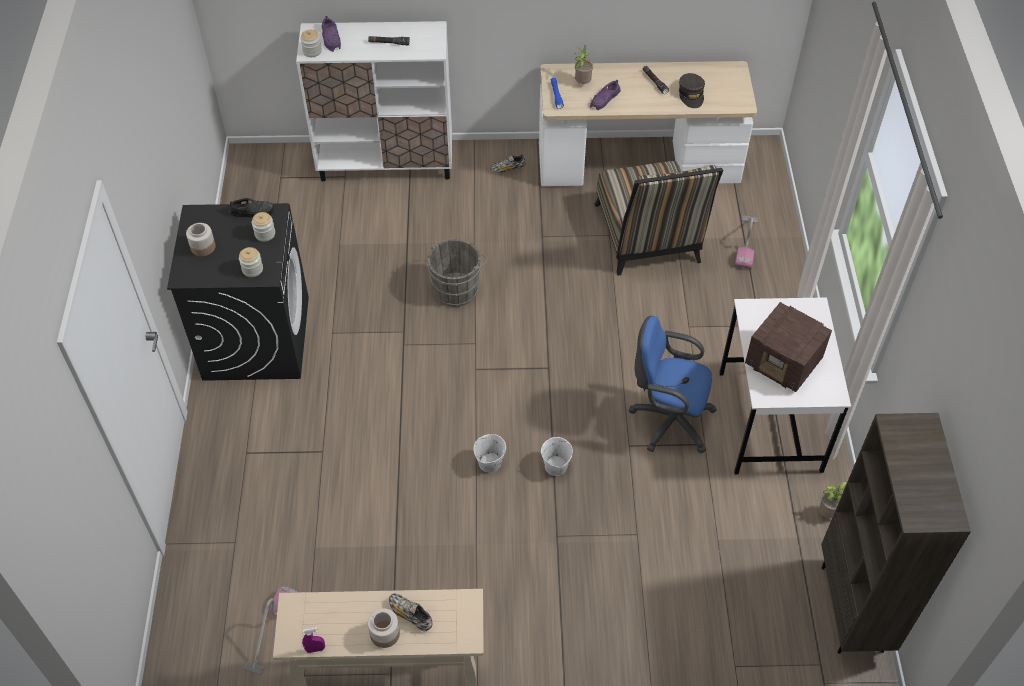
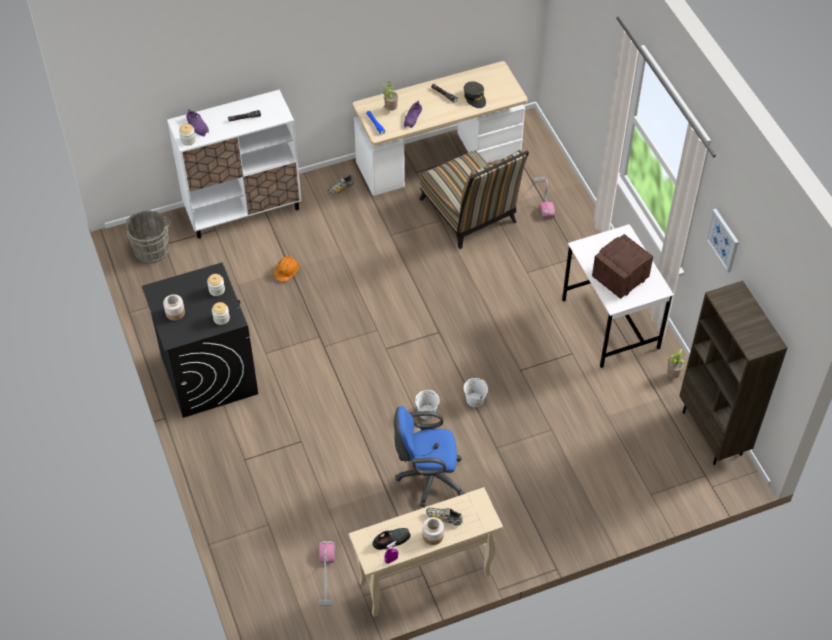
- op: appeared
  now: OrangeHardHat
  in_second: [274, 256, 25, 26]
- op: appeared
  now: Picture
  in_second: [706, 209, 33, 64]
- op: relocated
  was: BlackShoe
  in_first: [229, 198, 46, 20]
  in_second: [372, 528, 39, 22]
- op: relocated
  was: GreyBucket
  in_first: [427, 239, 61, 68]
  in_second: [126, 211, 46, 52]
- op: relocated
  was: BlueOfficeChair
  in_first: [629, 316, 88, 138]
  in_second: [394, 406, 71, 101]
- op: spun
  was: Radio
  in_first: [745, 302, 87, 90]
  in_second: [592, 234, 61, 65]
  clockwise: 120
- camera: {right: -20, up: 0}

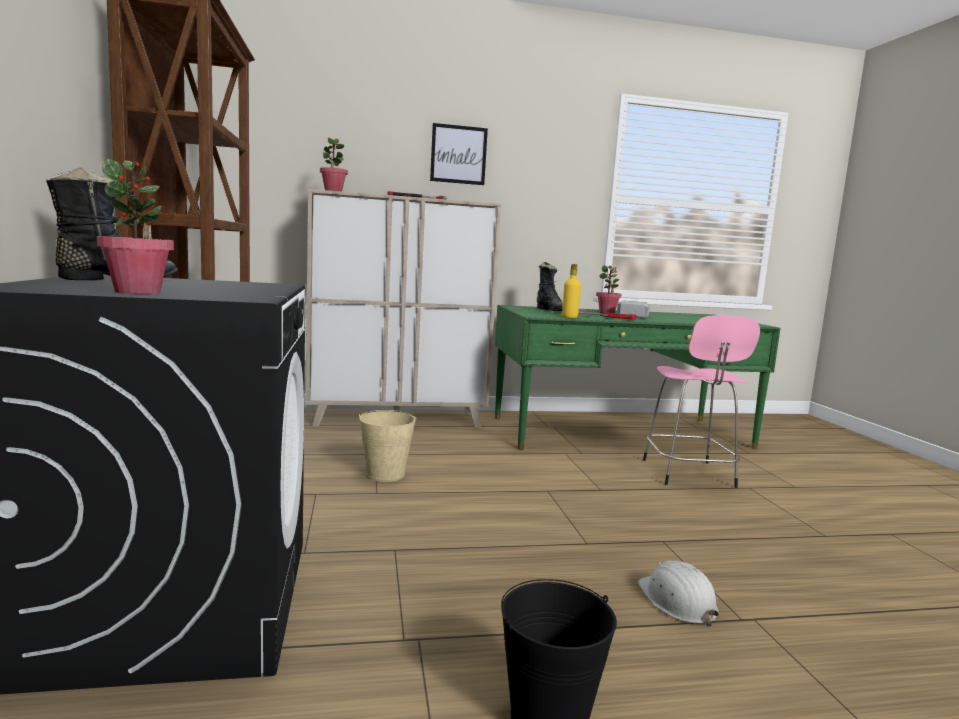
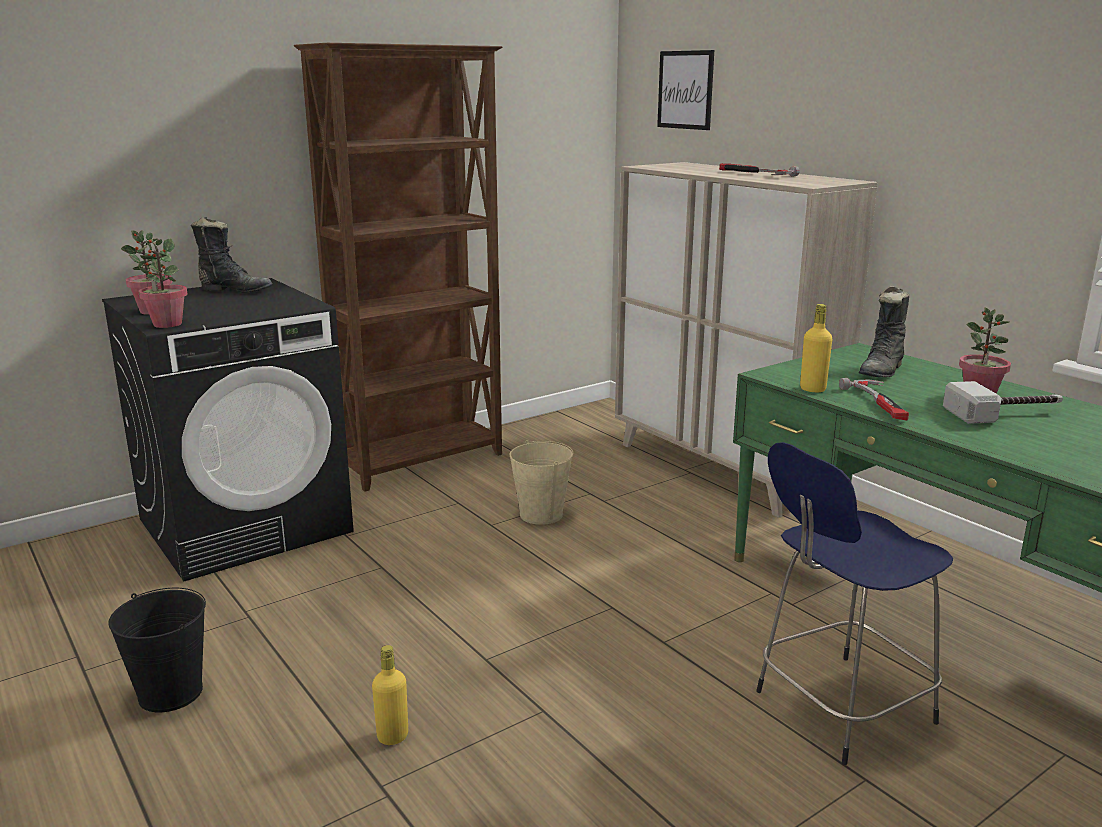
- op: relocated
  was: PottedPlant
  in_first: [320, 138, 28, 53]
  in_second: [138, 239, 49, 89]
- op: relocated
  was: Picture
  in_first: [430, 123, 58, 62]
  in_second: [657, 50, 57, 80]
- op: exchanged
  was: WhiteHardHat
  now: YellowBottle
  in_first: [638, 561, 81, 65]
  in_second: [372, 645, 36, 100]
- op: colour
  was: PinkStool
  now: BlueStool
  in_first: [643, 315, 117, 173]
  in_second: [756, 442, 197, 323]
- camera: {right: 65, up: 10}

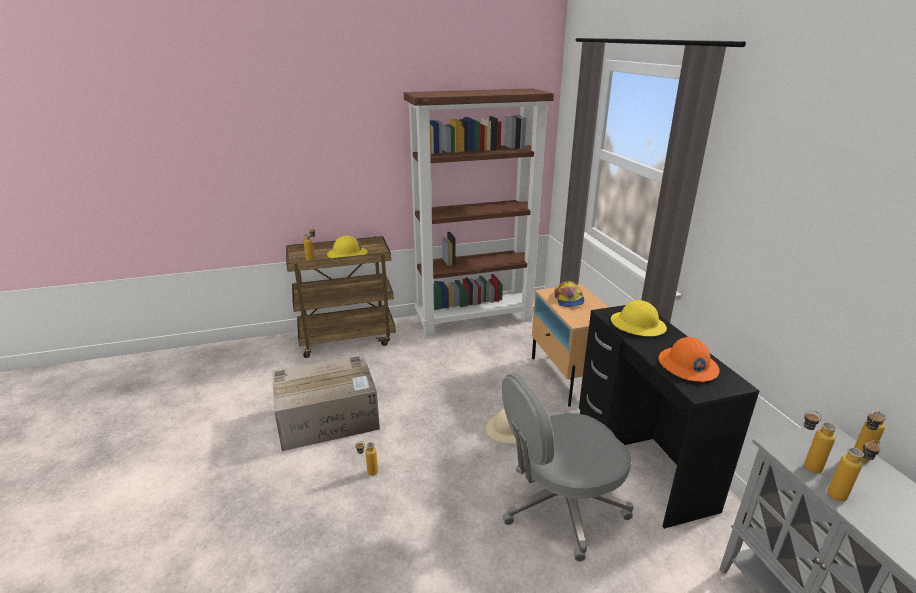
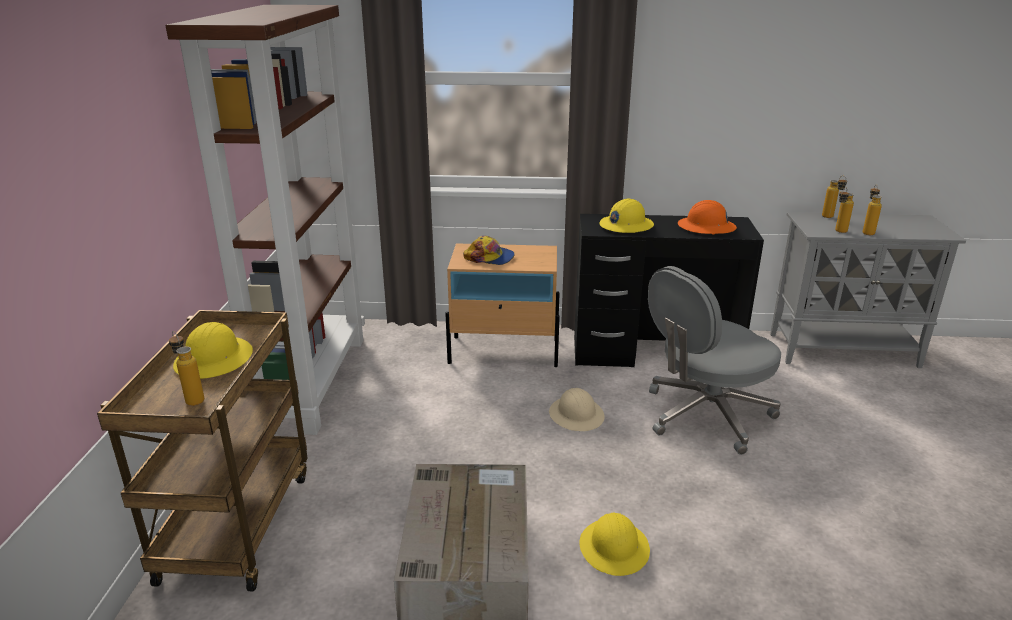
- op: exchanged
  was: Bottle
  now: YellowHardHat
  in_first: [355, 441, 23, 35]
  in_second: [579, 513, 71, 63]
- op: spun
  was: GreyOfficeChair
  in_first: [502, 373, 132, 188]
  in_second: [648, 266, 133, 189]
  clockwise: 60
- camera: {right: -70, up: 0}

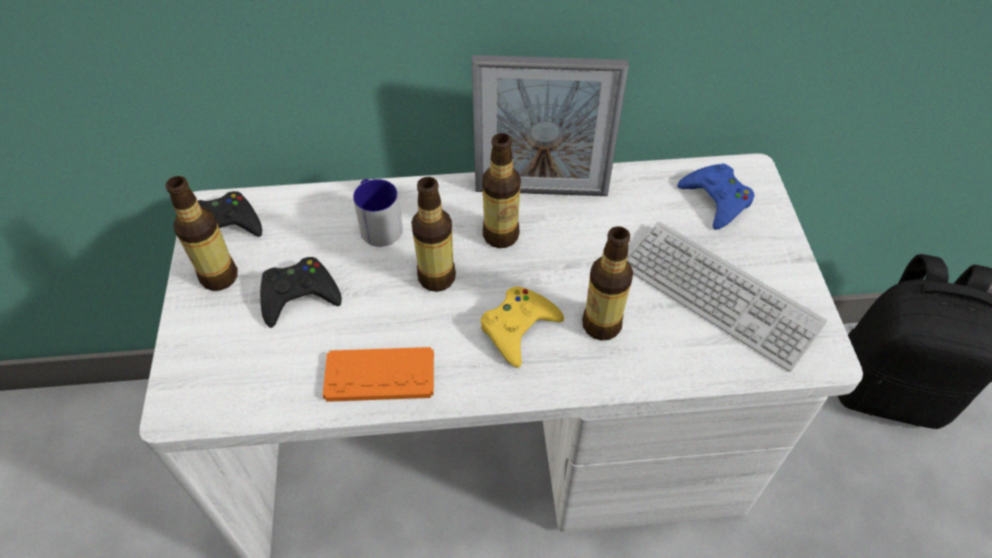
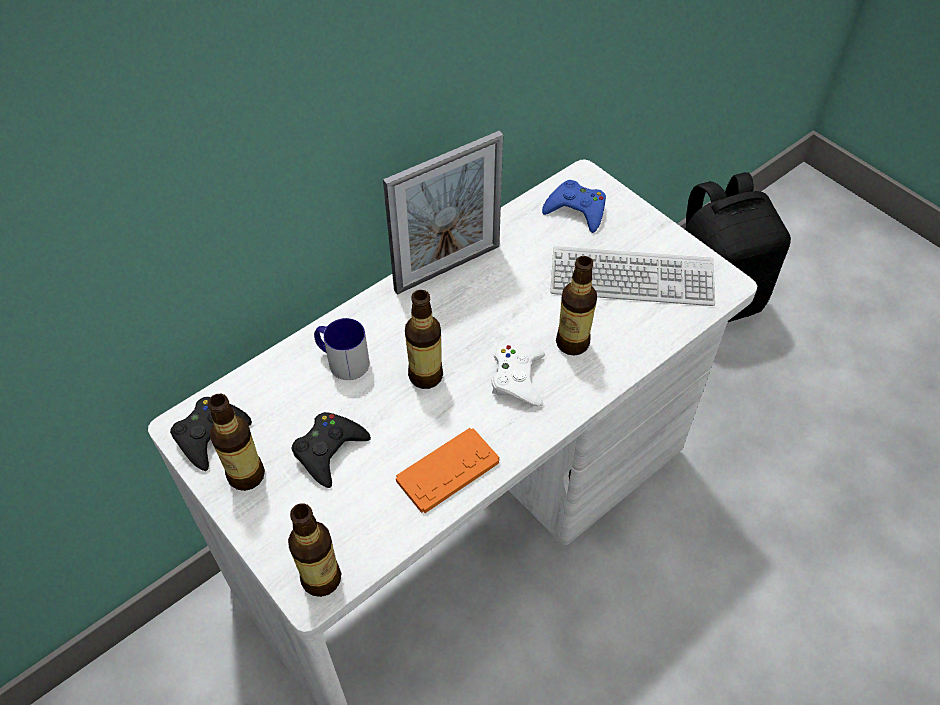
- op: relocated
  was: Bottle
  in_first: [482, 133, 39, 115]
  in_second: [288, 503, 53, 94]
- op: colour
  was: YellowGameController
  now: WhiteGameController
  in_first: [481, 286, 83, 82]
  in_second: [492, 344, 53, 63]
- camera: {right: -35, up: 0}

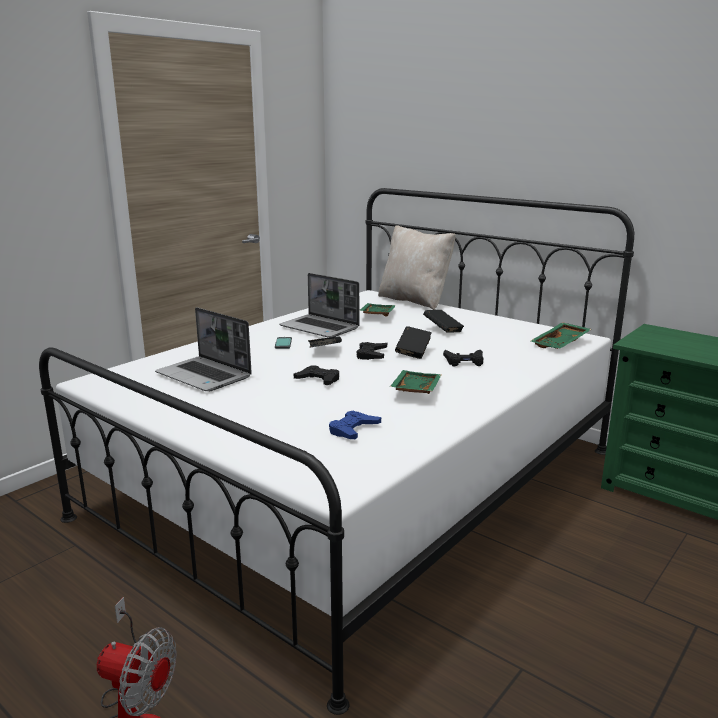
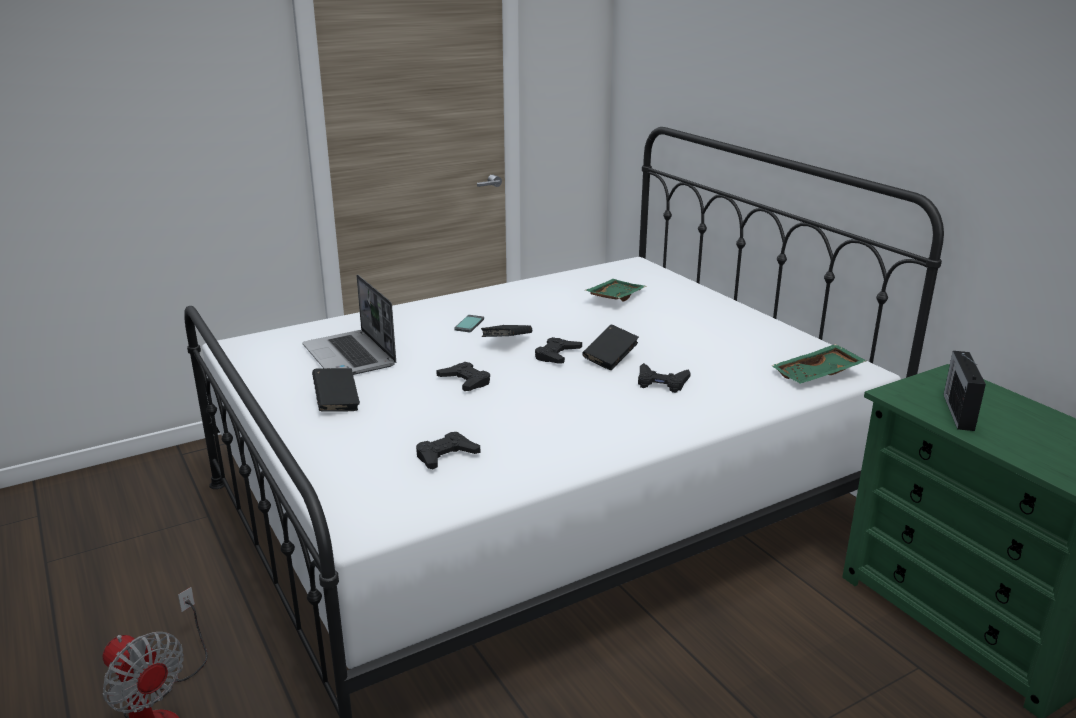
- op: missing
  was: Laptop
  in_first: [279, 273, 80, 65]
- op: missing
  was: BeigePillow
  in_first: [378, 225, 78, 85]
- op: missing
  was: GreenTray
  in_first: [390, 370, 51, 24]
- op: appeared
  now: Radio
  in_second: [943, 351, 43, 80]
- op: relocated
  was: BlackBook
  in_first: [423, 310, 41, 23]
  in_second: [312, 368, 48, 44]
- op: colour
  was: BlueGameController
  now: BlackGameController
  in_first: [329, 411, 52, 28]
  in_second: [416, 432, 64, 37]
- camera: {right: 20, up: 5}

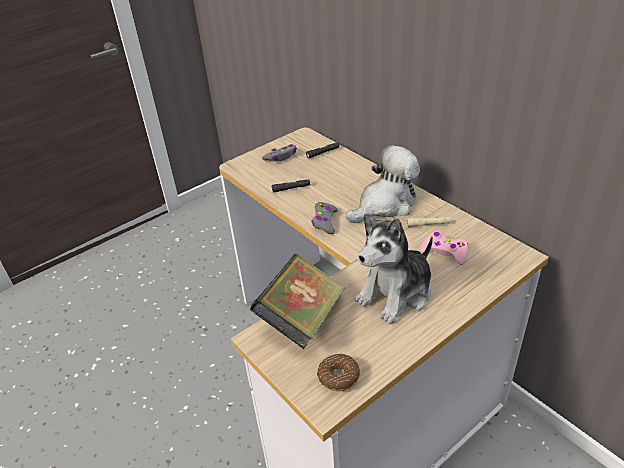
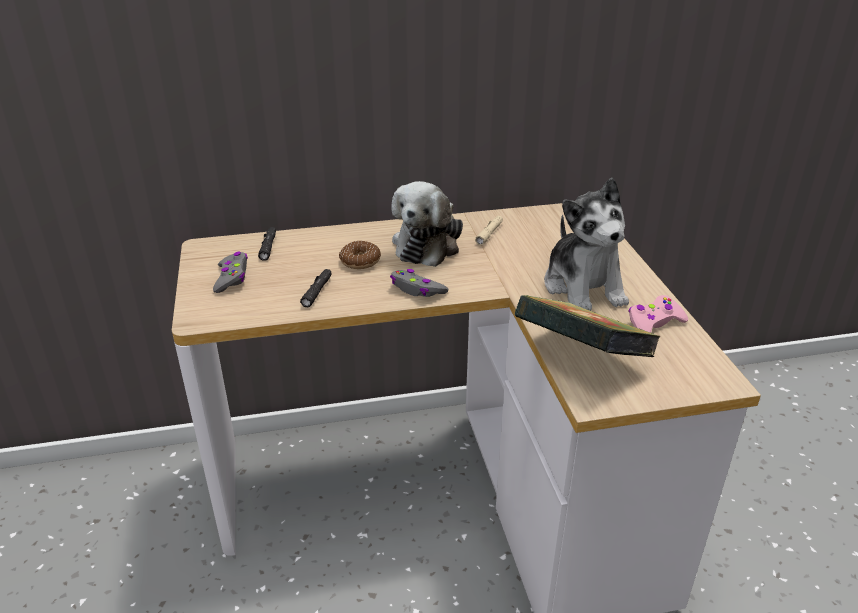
- op: relocated
  was: Donut
  in_first: [317, 354, 43, 37]
  in_second: [339, 241, 42, 28]
- op: relocated
  was: PinkGameController
  in_first: [420, 231, 48, 34]
  in_second: [628, 295, 60, 37]
- op: spun
  was: PlushToy
  in_first: [346, 145, 74, 78]
  in_second: [391, 181, 72, 86]
  clockwise: -150
- camera: {right: -65, up: -5}

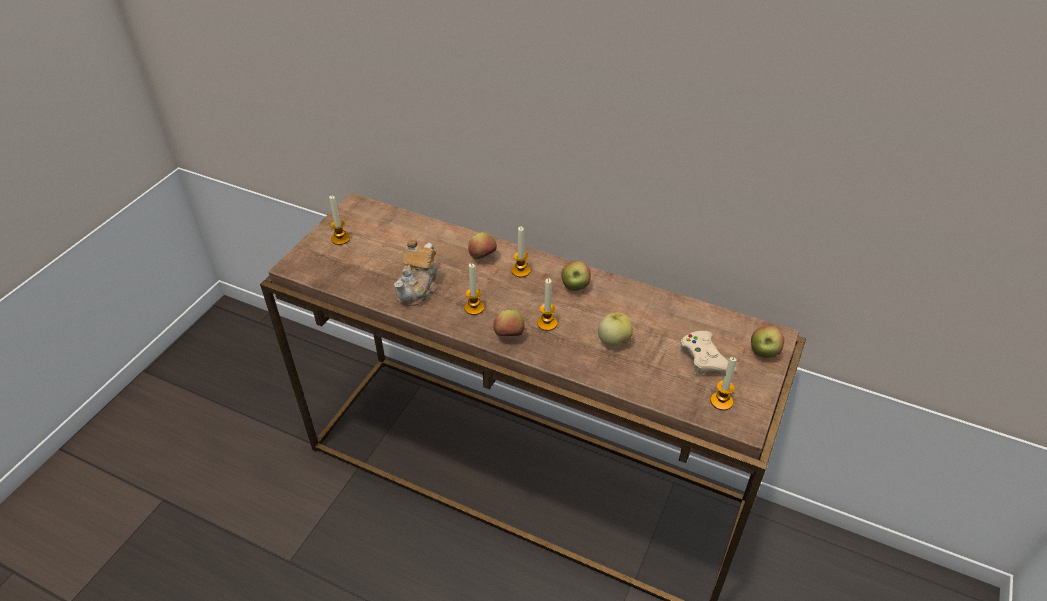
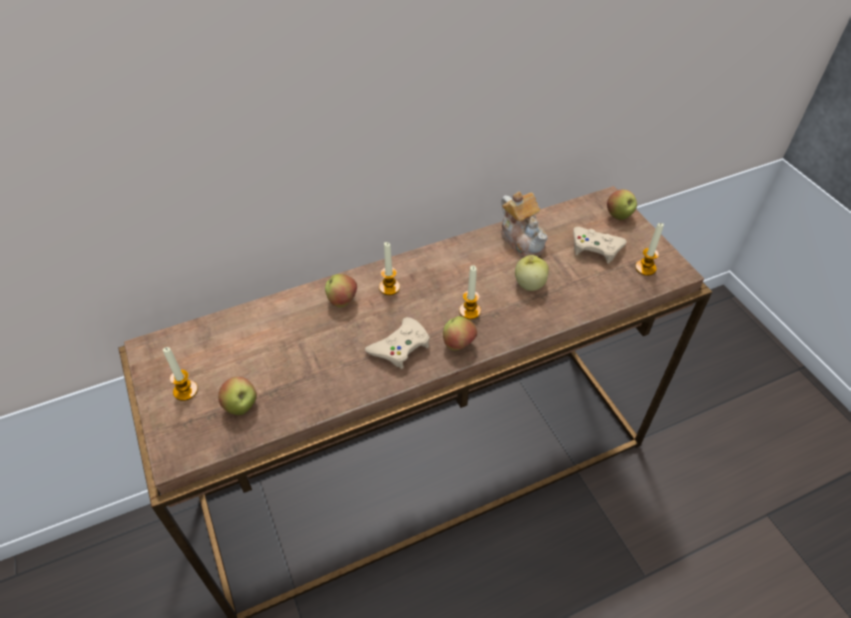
- op: relocated
  was: Teapot
  in_first: [394, 238, 45, 68]
  in_second: [501, 191, 46, 67]
- op: relocated
  was: Apple
  in_first: [561, 261, 30, 30]
  in_second: [218, 377, 39, 38]
- op: exchanged
  was: Candle
  now: BeigeGameController
  in_first: [464, 263, 20, 52]
  in_second: [365, 317, 65, 52]
- camera: {right: -50, up: 5}

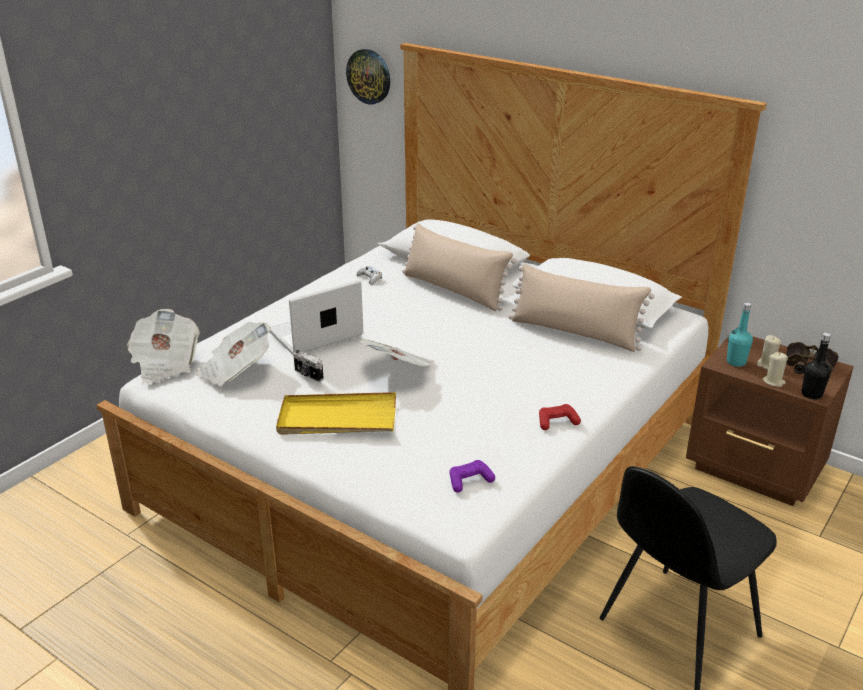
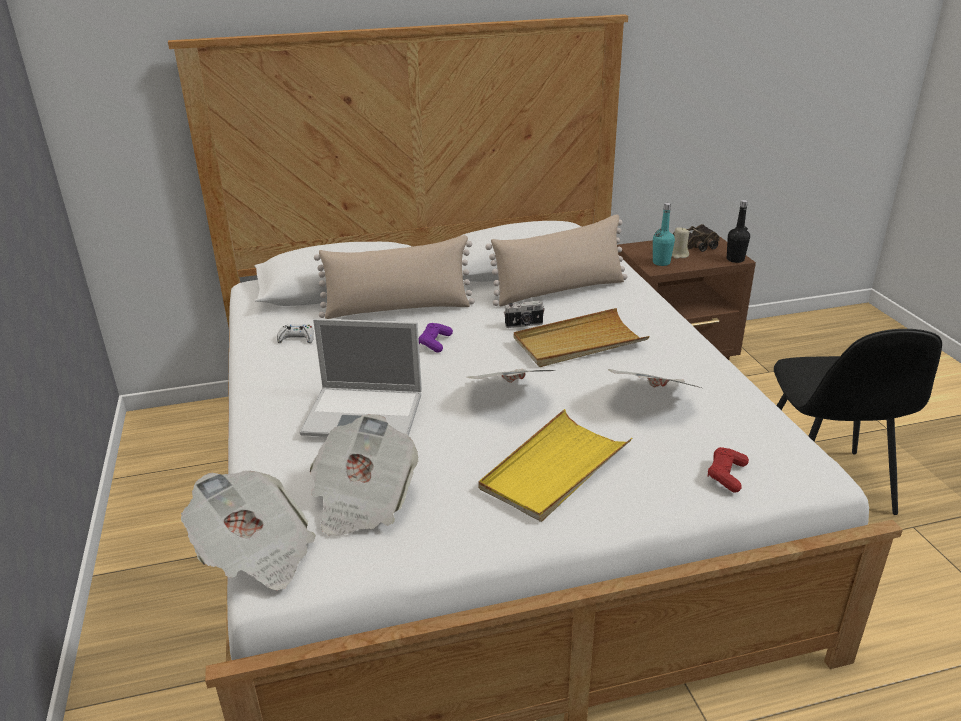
- op: missing
  was: WallClock
  in_first: [346, 49, 44, 56]
- op: missing
  was: BeigeCandle
  in_first: [763, 352, 25, 35]
- op: appeared
  now: BeigeTray
  in_second: [514, 308, 136, 59]
- op: appeared
  now: Newspaper
  in_second: [608, 369, 93, 19]
- op: relocated
  was: PhotoCamera
  in_first: [293, 350, 31, 32]
  in_second: [504, 301, 41, 27]
- op: relocated
  was: PurpleGameController
  in_first: [449, 460, 46, 33]
  in_second: [419, 323, 34, 30]
- op: relocated
  was: RedGameController
  in_first: [539, 404, 42, 26]
  in_second: [707, 447, 42, 46]
- op: spun
  was: Laptop
  in_first: [269, 280, 94, 75]
  in_second: [299, 318, 123, 119]
  clockwise: -90
- camera: {right: -50, up: 0}

